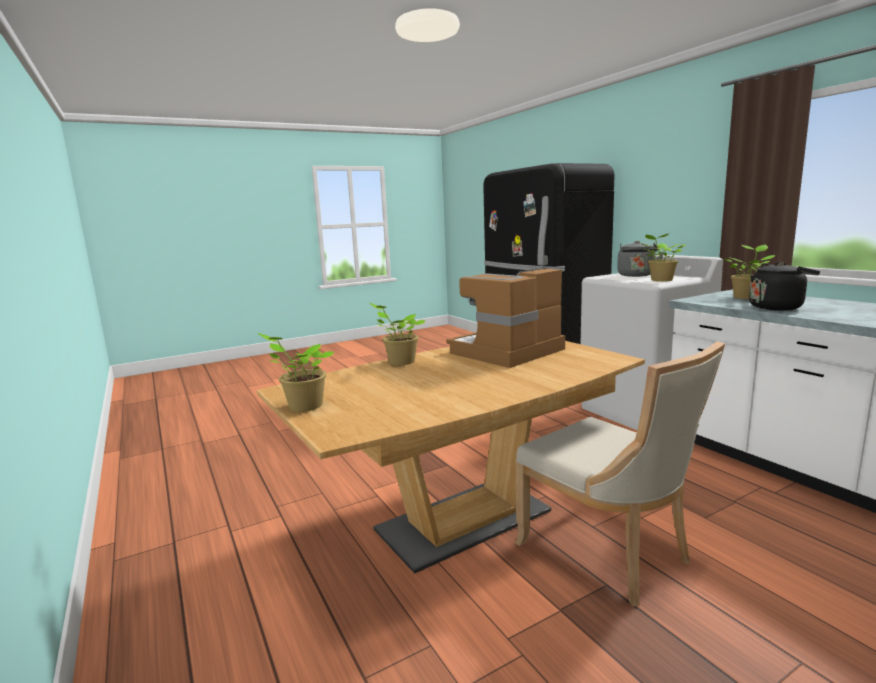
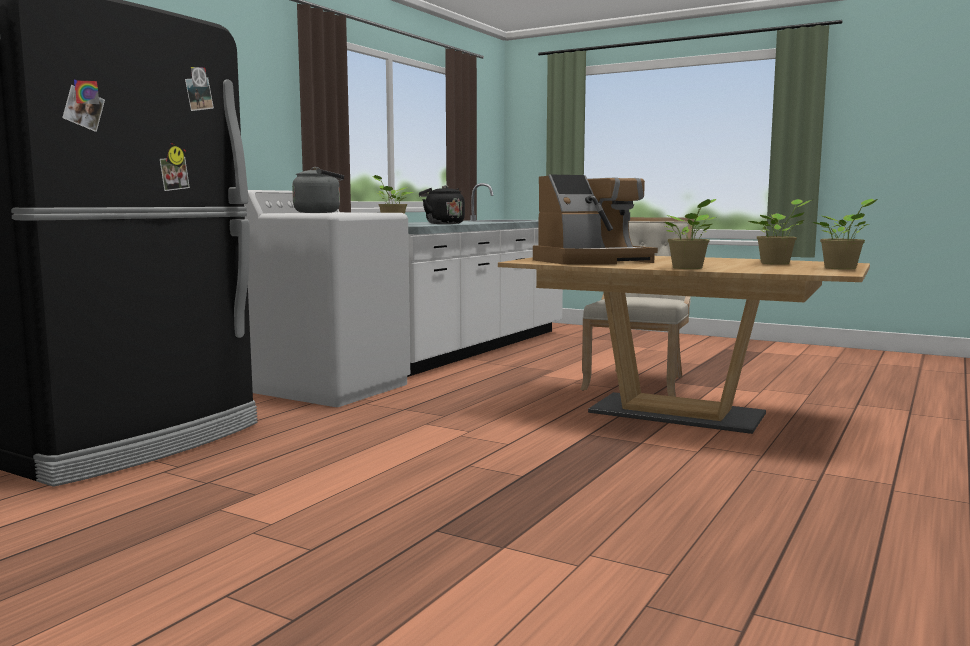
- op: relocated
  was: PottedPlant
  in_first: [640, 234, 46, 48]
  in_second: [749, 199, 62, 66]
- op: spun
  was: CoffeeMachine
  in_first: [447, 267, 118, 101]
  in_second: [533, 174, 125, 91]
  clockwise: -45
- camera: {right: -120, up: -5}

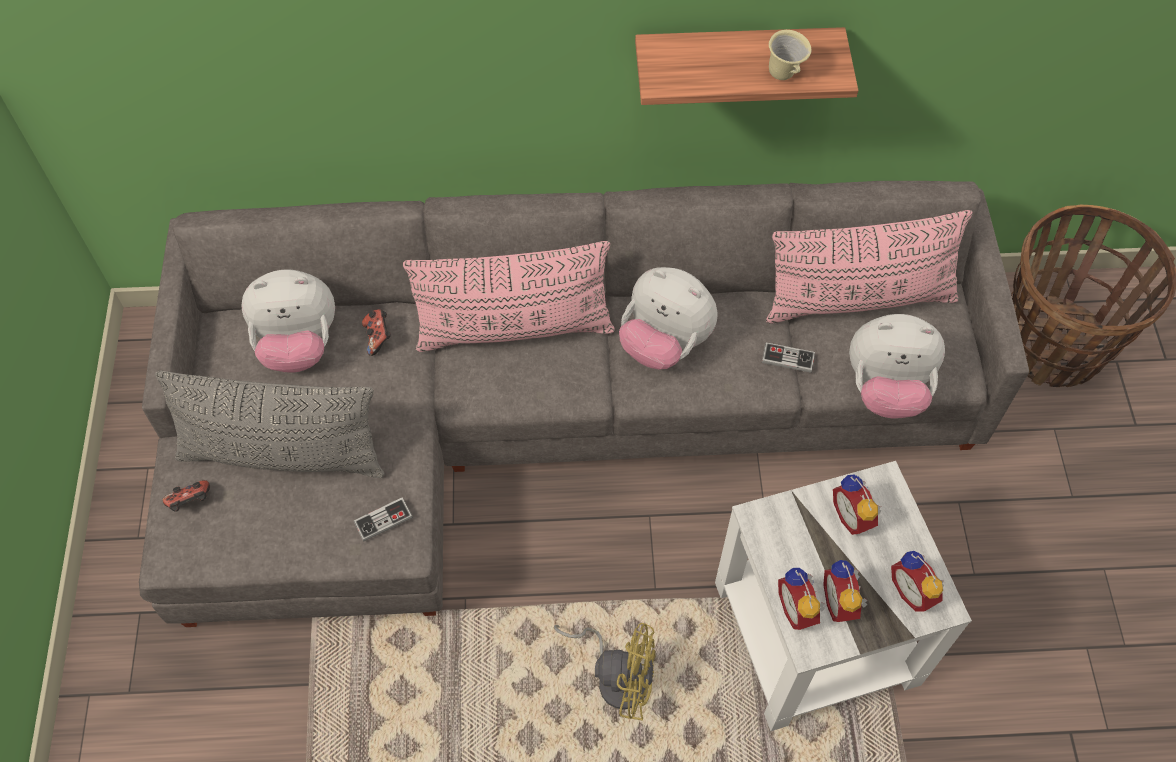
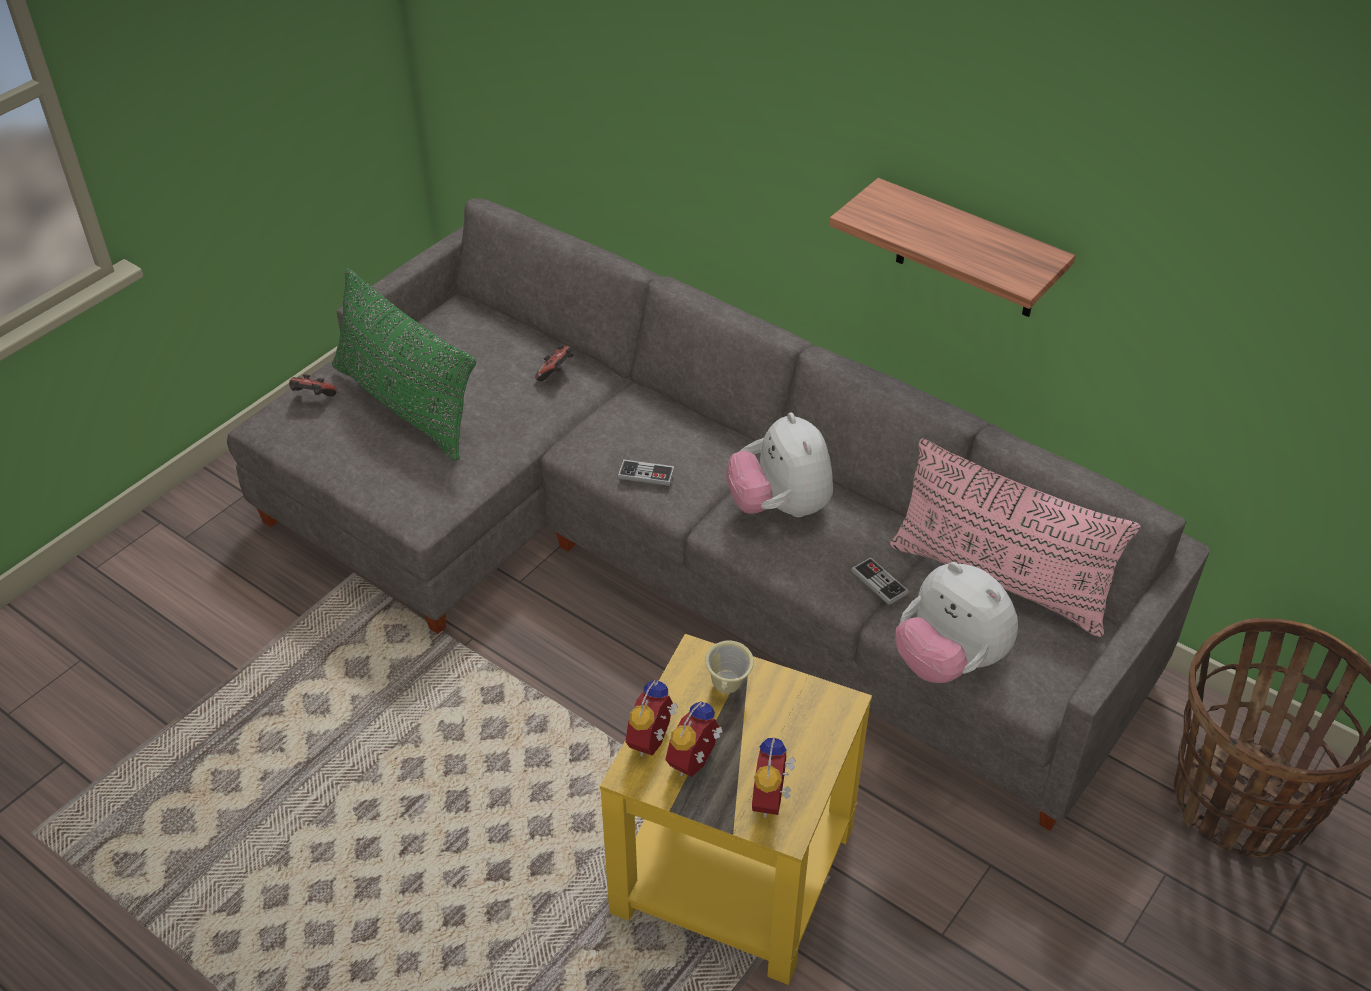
- op: missing
  was: PlushToy
  in_first: [241, 270, 94, 103]
- op: missing
  was: PinkPillow
  in_first: [403, 241, 212, 111]
- op: missing
  was: YellowFan
  in_first: [554, 623, 102, 98]
- op: missing
  was: AlarmClock
  in_first: [833, 474, 49, 61]
- op: relocated
  was: GameController
  in_first: [354, 497, 59, 44]
  in_second: [618, 459, 57, 27]
- op: relocated
  was: BeigeMug
  in_first: [769, 30, 42, 50]
  in_second: [705, 640, 49, 53]
- op: colour
  was: GreyPillow
  now: GreenPillow
  in_first: [155, 371, 230, 107]
  in_second: [332, 268, 144, 193]
- op: colour
  was: WhiteSideTable
  now: YellowSideTable
  in_first: [715, 461, 257, 270]
  in_second: [600, 634, 272, 351]
- camera: {right: 40, up: -15}

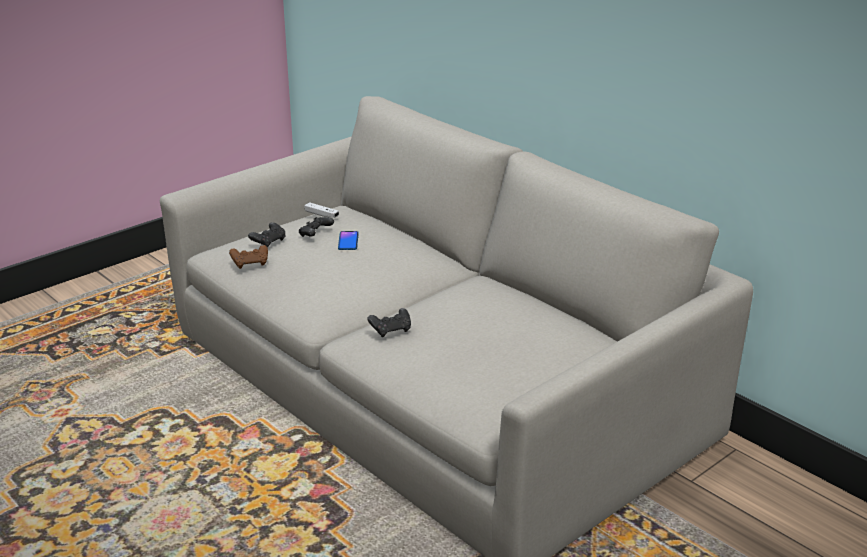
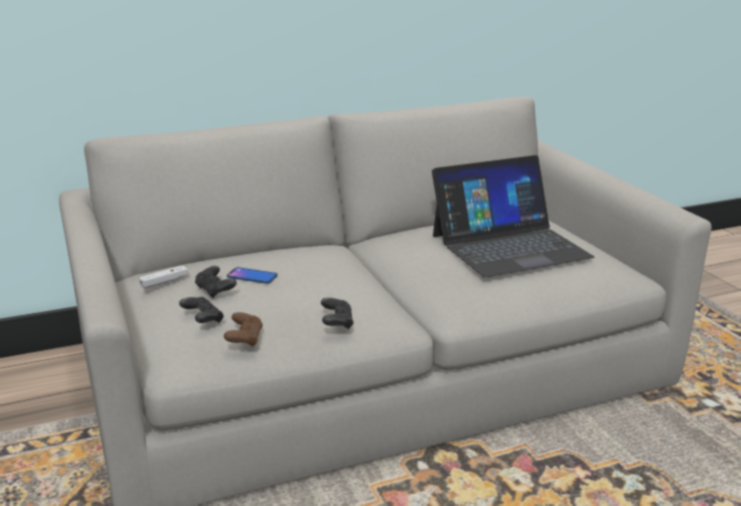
- op: appeared
  now: Laptop
  in_second: [432, 155, 163, 122]
- op: relocated
  was: BlackGameController
  in_first: [367, 308, 44, 29]
  in_second: [321, 298, 33, 32]
- camera: {right: -70, up: -5}

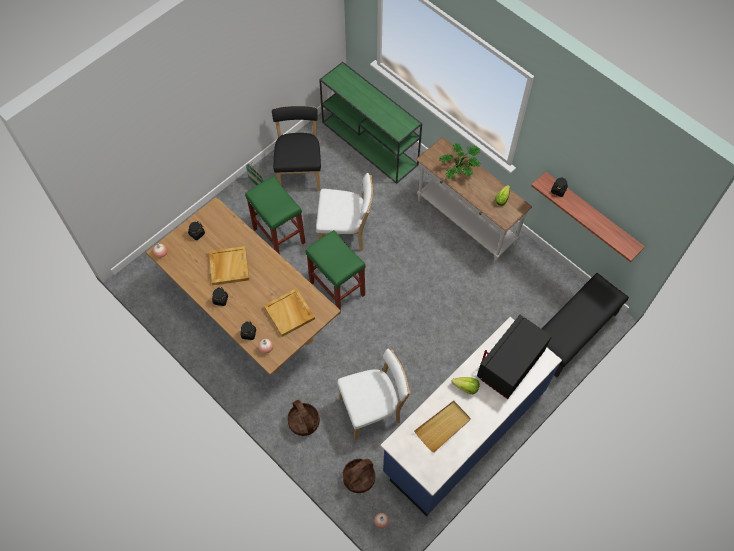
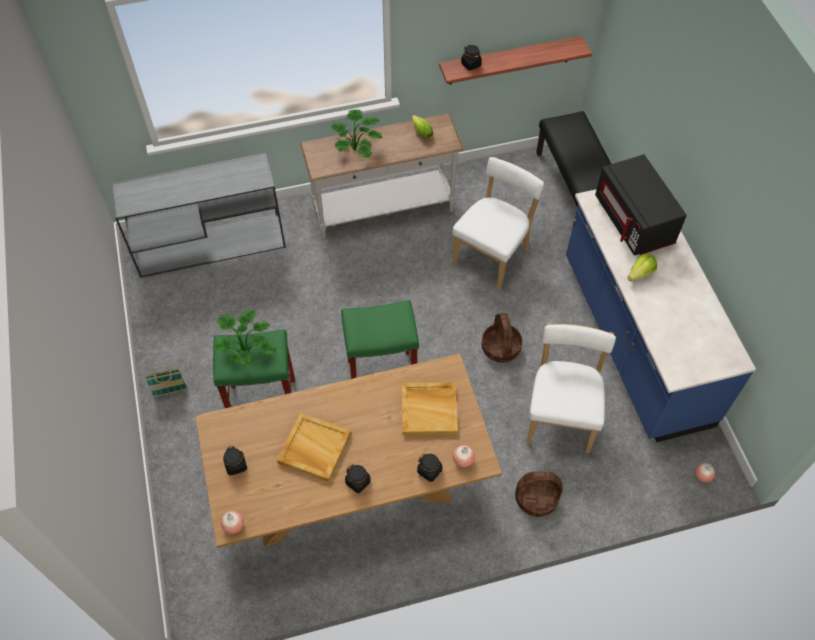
- op: missing
  was: BlackChair
  in_first: [272, 106, 49, 85]
- op: missing
  was: BeigeTray
  in_first: [414, 401, 57, 52]
- op: appeared
  now: PottedPlant
  in_second: [214, 310, 63, 57]
- op: relocated
  was: WhiteChair
  in_first: [316, 173, 57, 78]
  in_second: [452, 157, 93, 133]
- op: relocated
  was: Basket
  in_first: [342, 459, 33, 34]
  in_second: [482, 313, 40, 50]
- op: colour
  was: GreenConsoleTable
  now: GreyConsoleTable
  in_first: [319, 62, 103, 122]
  in_second: [111, 153, 175, 125]
- camera: {right: -60, up: -5}

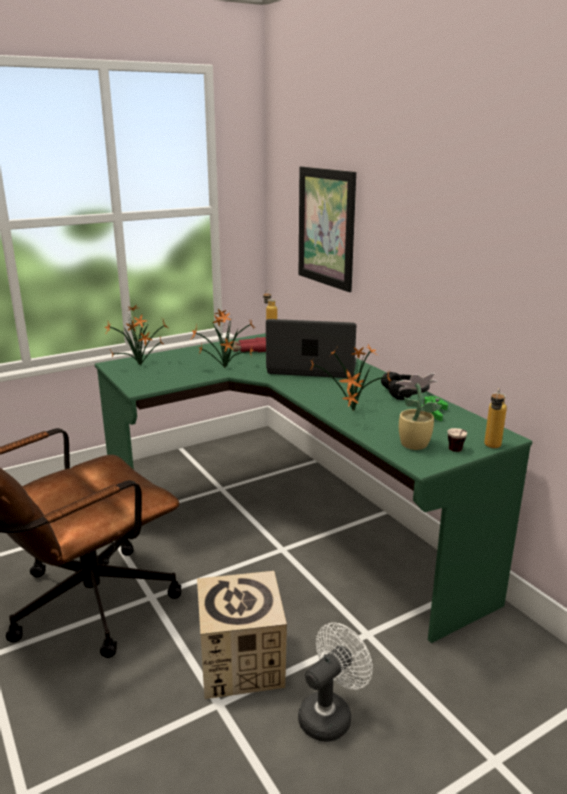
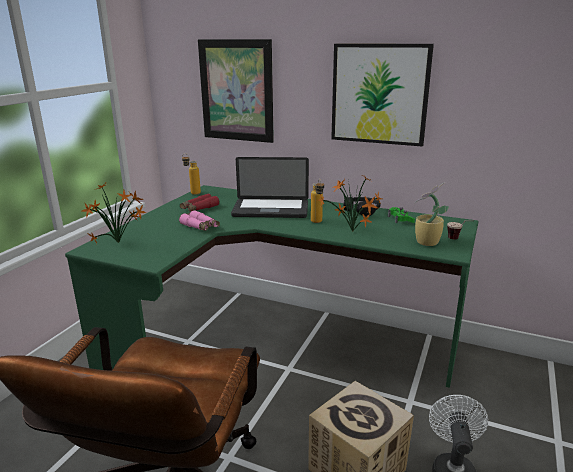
- op: appeared
  now: Picture
  in_second: [331, 44, 103, 102]
- op: relocated
  was: Bottle
  in_first: [484, 388, 23, 60]
  in_second: [311, 180, 13, 43]
- op: exchanged
  was: PottedPlant
  now: PinkBinoculars
  in_first: [190, 309, 65, 59]
  in_second: [179, 210, 41, 21]
- op: spun
  was: Laptop
  in_first: [266, 319, 91, 59]
  in_second: [231, 157, 78, 61]
  clockwise: -150
- camera: {right: -35, up: 0}

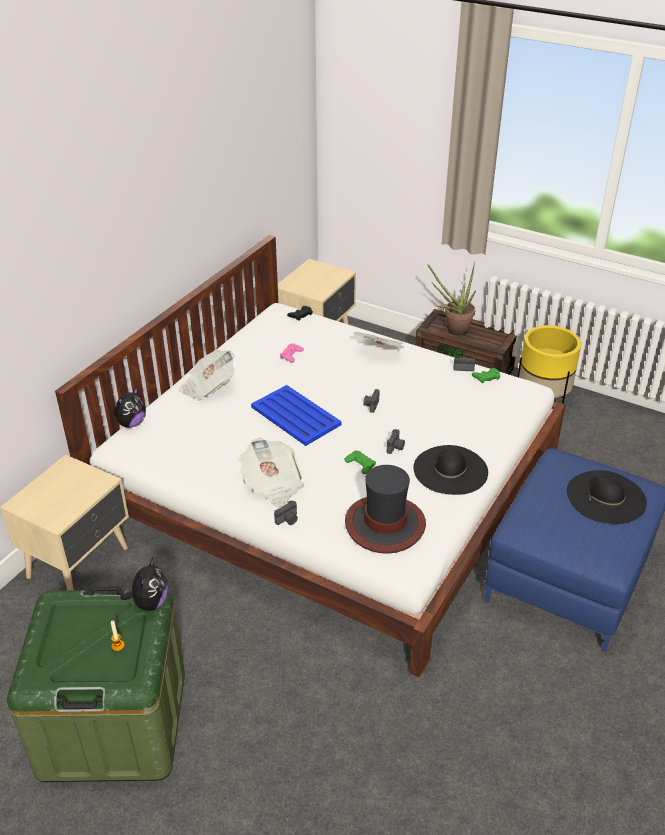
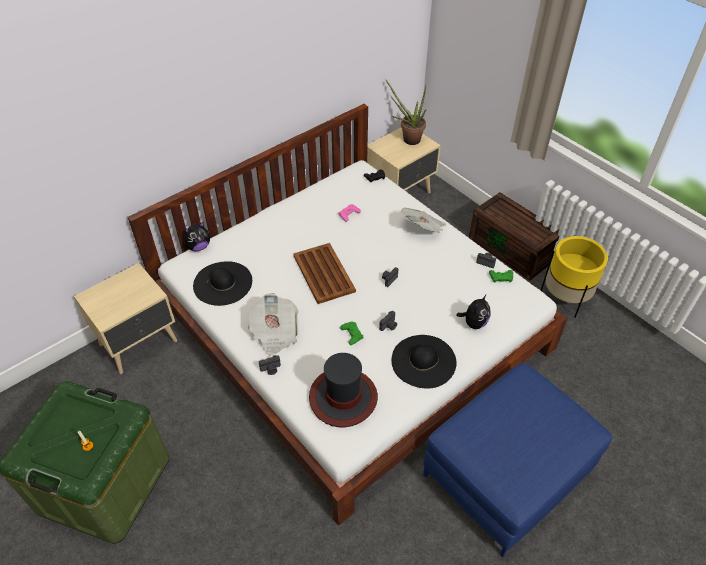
- op: missing
  was: Newspaper
  in_first: [179, 349, 56, 52]
- op: relocated
  was: PlushToy
  in_first: [121, 557, 47, 54]
  in_second: [457, 295, 34, 34]
- op: relocated
  was: PottedPlant
  in_first: [428, 261, 48, 75]
  in_second: [385, 79, 41, 66]
- op: relocated
  was: BlackHat
  in_first: [567, 470, 80, 54]
  in_second: [193, 261, 59, 45]
- op: colour
  was: BlueTray
  now: BrownTray
  in_first: [251, 385, 91, 61]
  in_second: [293, 243, 63, 61]
- camera: {right: 20, up: 10}

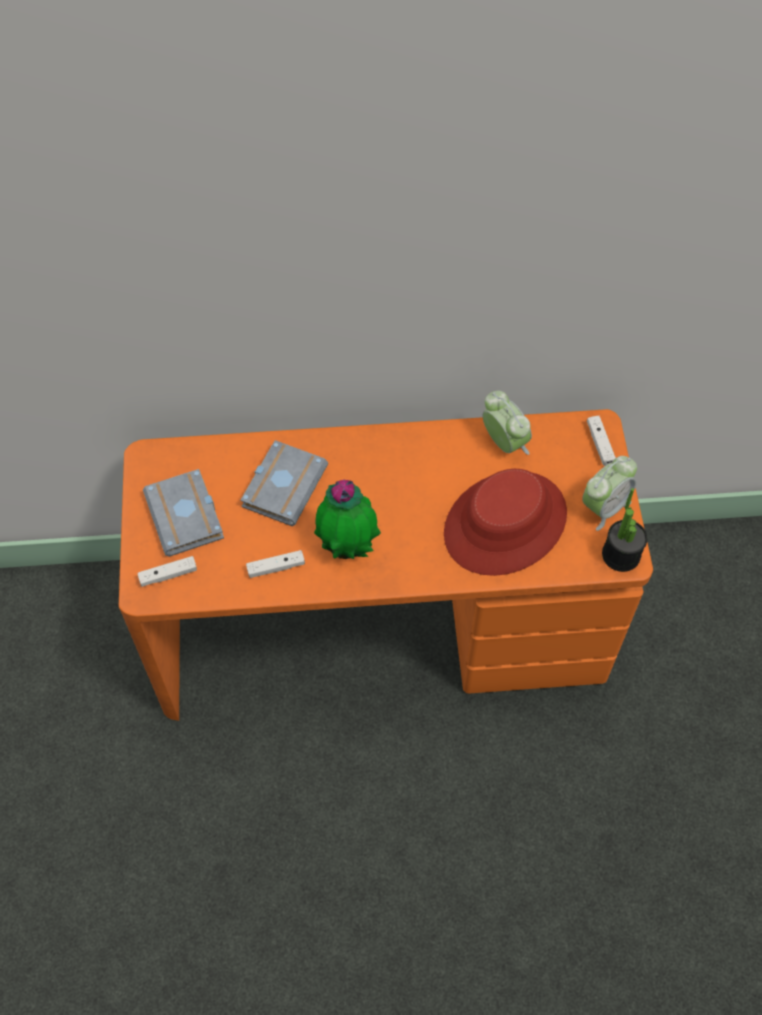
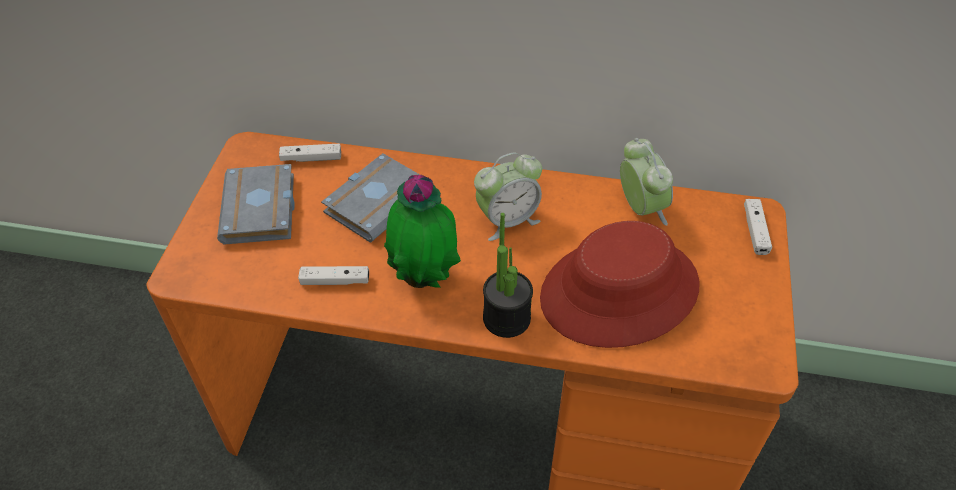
- op: relocated
  was: WhiteGameController
  in_first: [138, 556, 59, 31]
  in_second: [279, 143, 62, 19]
- op: relocated
  was: AlarmClock
  in_first: [582, 456, 55, 75]
  in_second: [474, 152, 68, 89]
- op: relocated
  was: PottedPlant
  in_first: [602, 488, 45, 84]
  in_second: [483, 213, 50, 125]
- camera: {right: 15, up: -10}

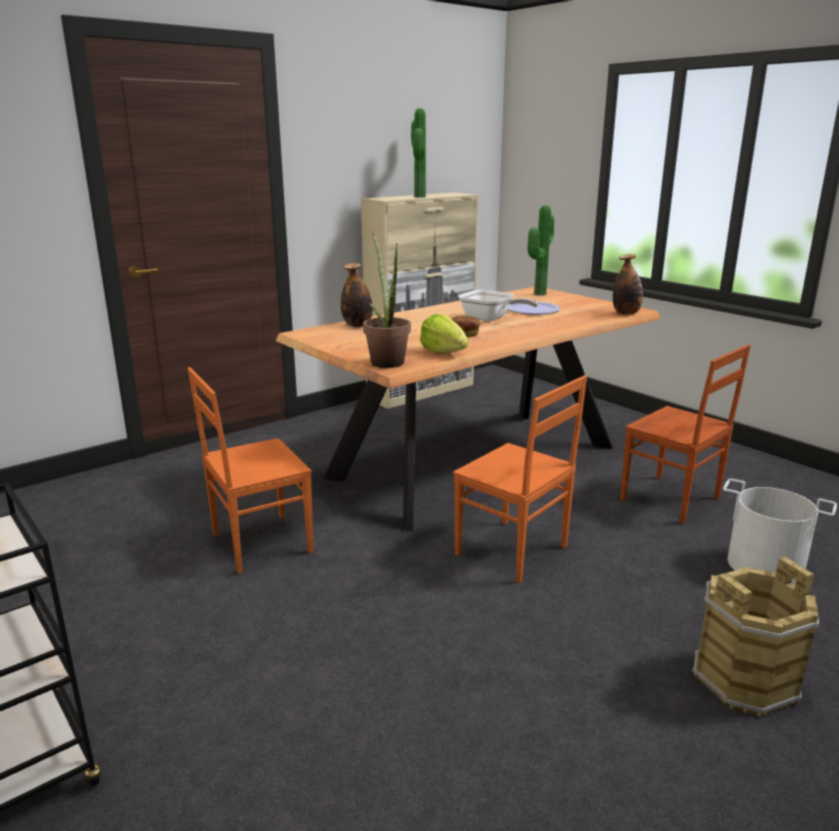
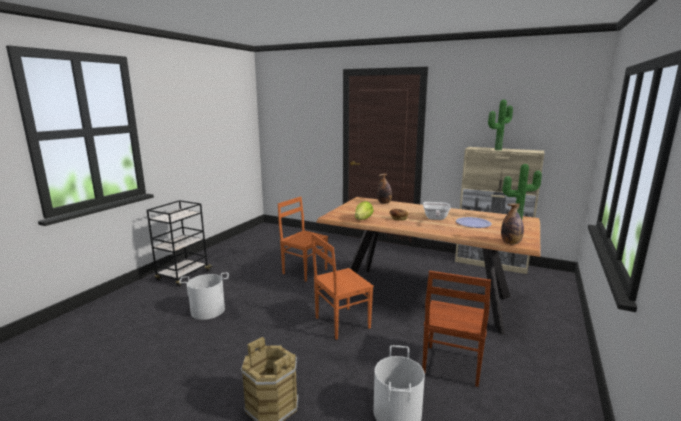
- op: missing
  was: PottedPlant
  in_first: [363, 231, 48, 137]
- op: appeared
  now: WhiteBucket
  in_second: [179, 273, 50, 47]
- op: spun
  was: OrangeChair
  in_first: [453, 375, 134, 208]
  in_second: [311, 233, 63, 107]
  clockwise: 45
- camera: {right: 65, up: -5}

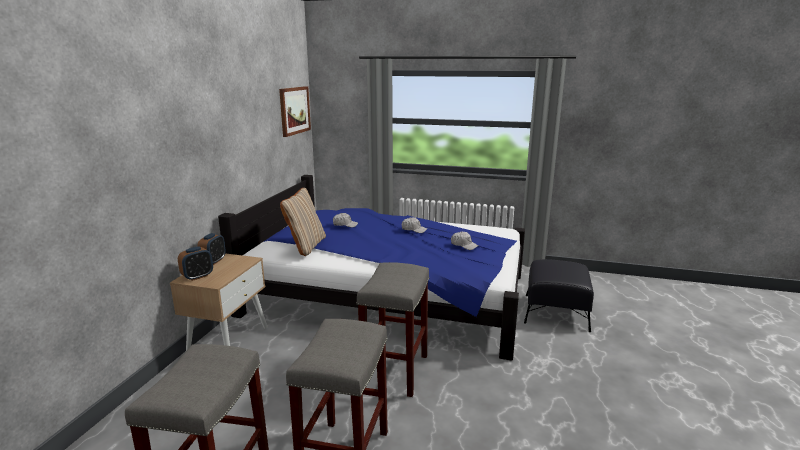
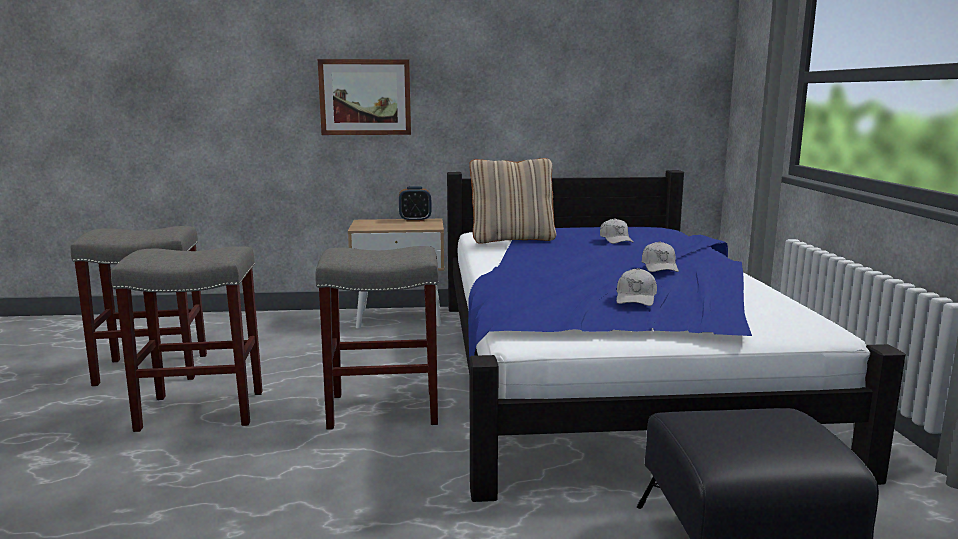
- op: missing
  was: AlarmClock
  in_first: [178, 246, 35, 35]
- op: relocated
  was: Picture
  in_first: [279, 86, 32, 51]
  in_second: [318, 59, 93, 76]
- camera: {right: 70, up: -5}

